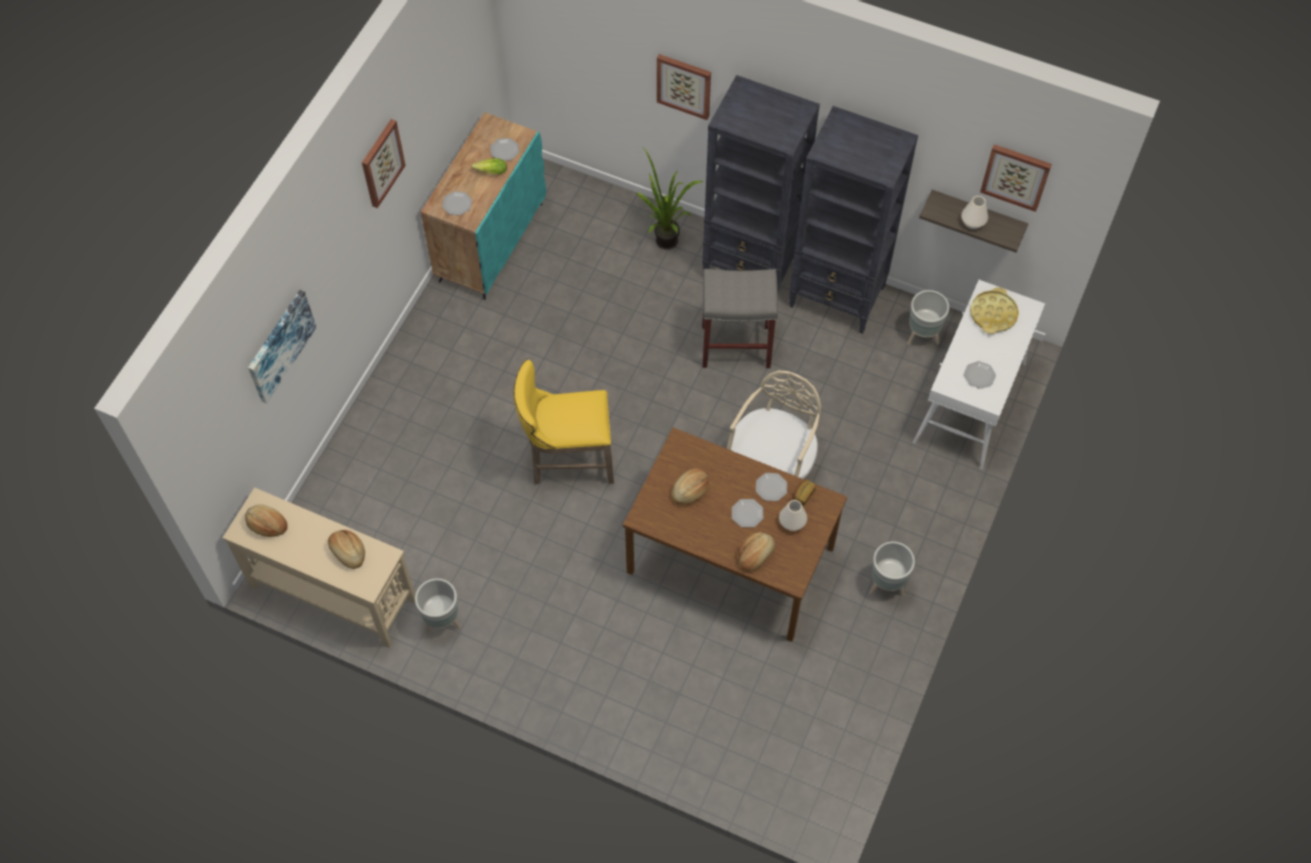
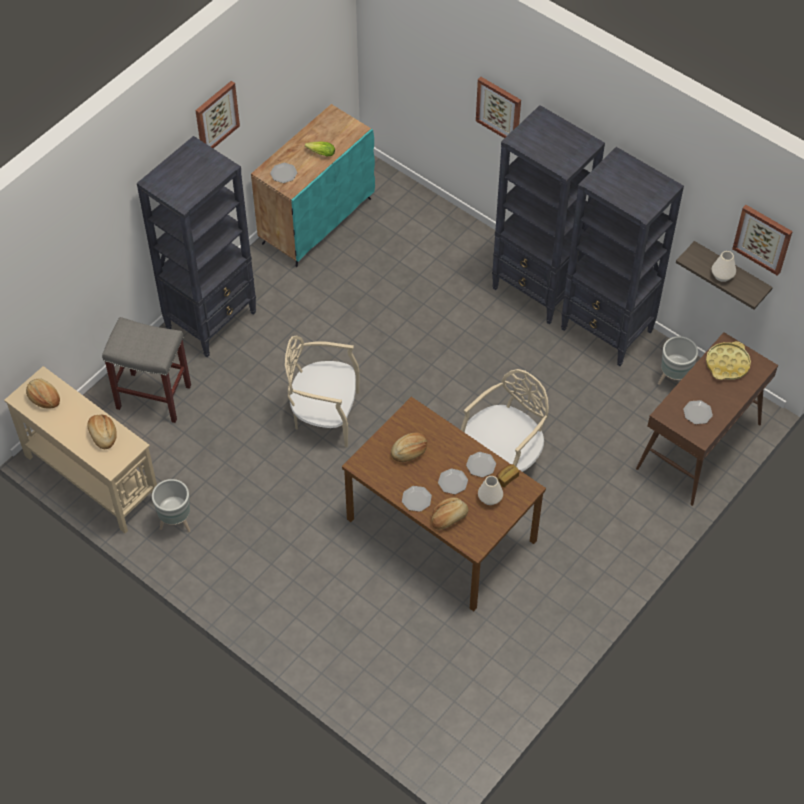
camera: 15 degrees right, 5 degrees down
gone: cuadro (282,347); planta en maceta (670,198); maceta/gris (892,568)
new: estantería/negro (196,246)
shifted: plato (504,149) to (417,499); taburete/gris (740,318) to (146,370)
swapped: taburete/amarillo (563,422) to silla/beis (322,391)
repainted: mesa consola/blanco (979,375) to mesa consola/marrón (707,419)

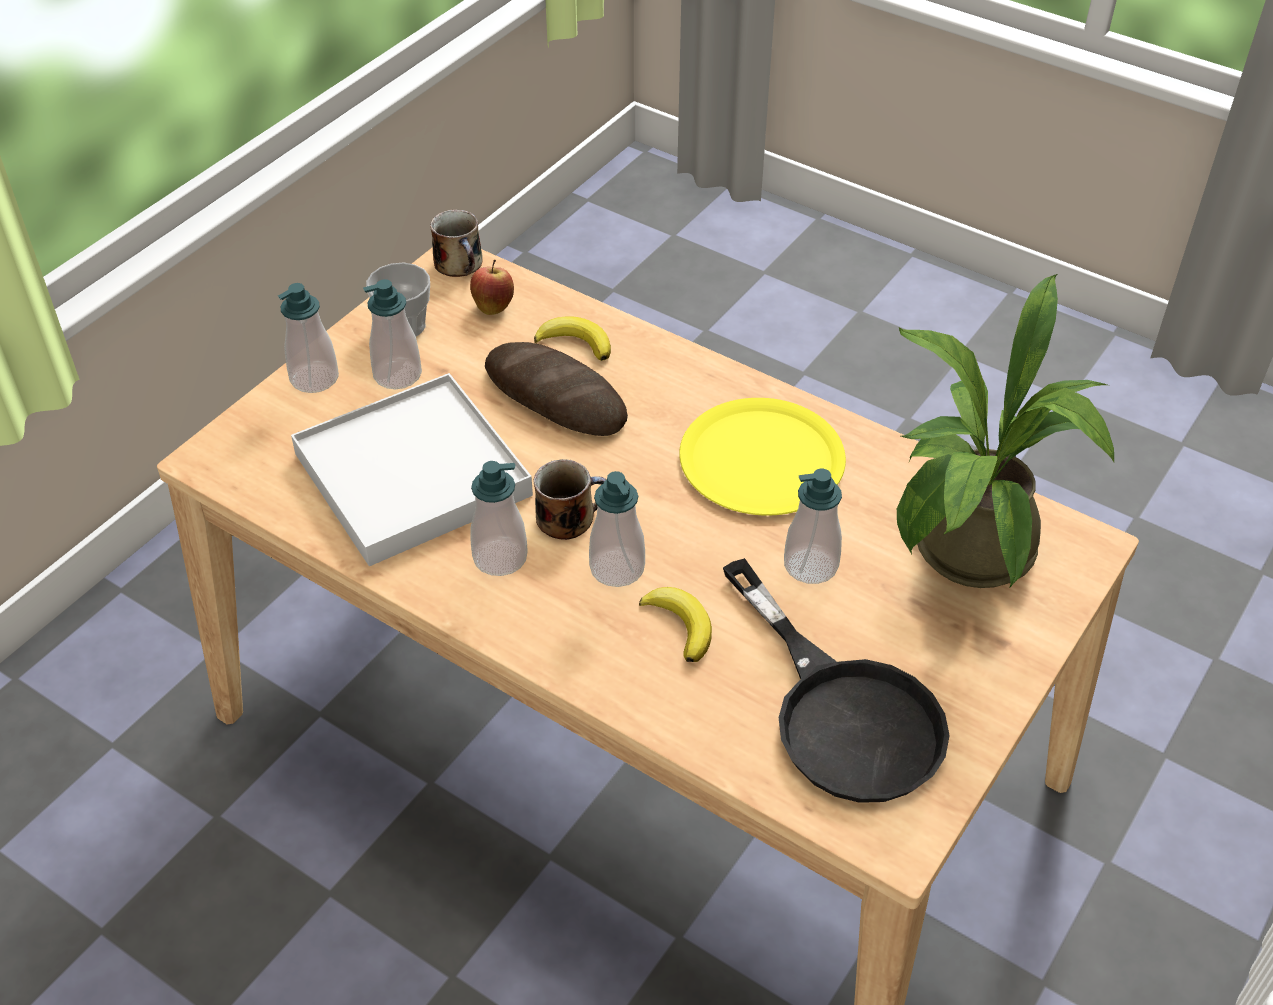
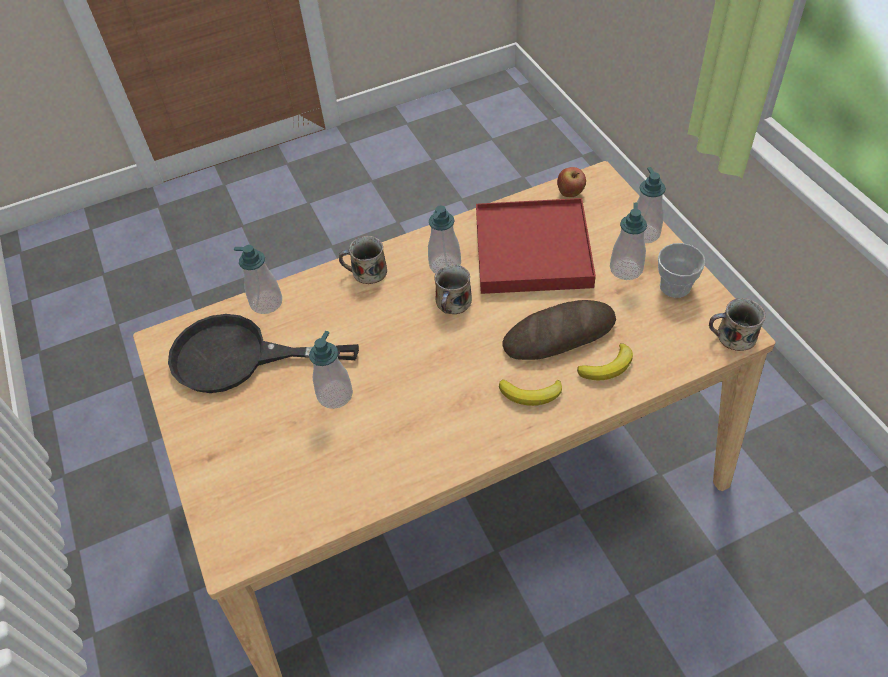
camera: 125 degrees right, 5 degrees up
gone: plato/amarillo (762,457); planta en maceta (1005,431)
new: taza grande (363,260)
shifted: manzana (492,287) to (571,182); dispensador de jabón (617,529) to (258,279); plátano (675,624) to (530,393)
repainted: bandeja/blanco (412,469) to bandeja/rojo (536,246)

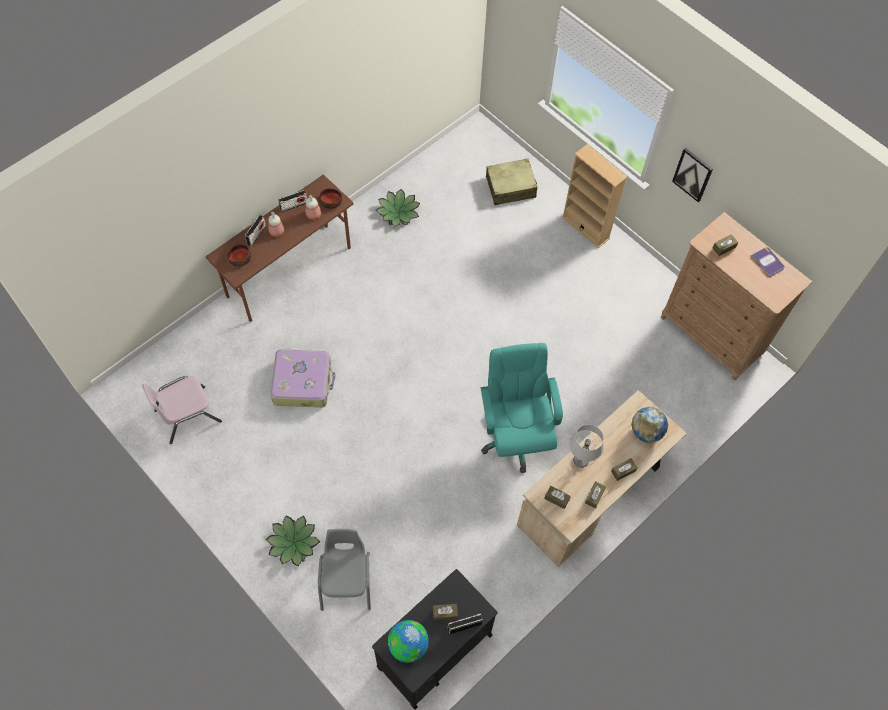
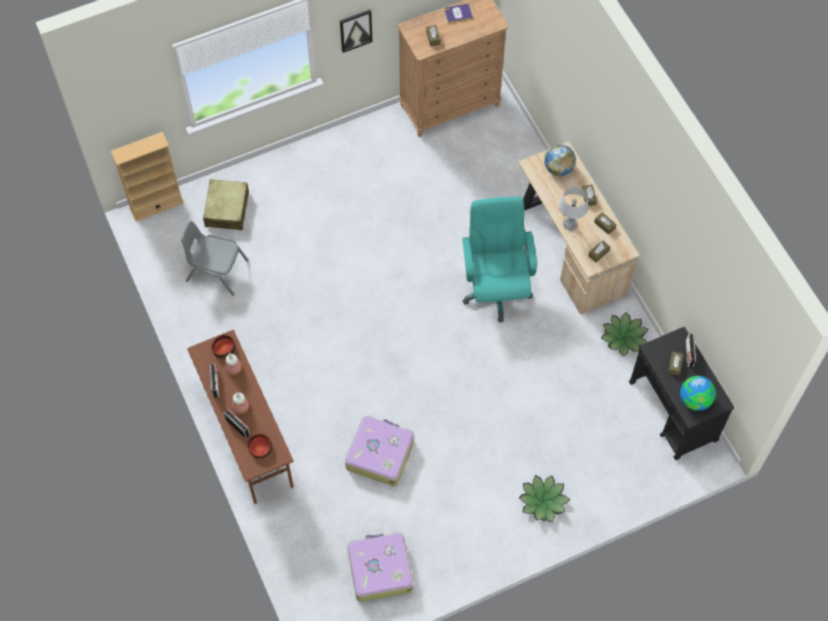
camera: 70 degrees left, 0 degrees up
shifted: silla/gris (344,570) to (214,258); planta en maceta (398,208) to (624,334); estantería/beis (595,196) to (147,177)
swapped: silla/rosa (182,410) to maleta (380,567)
rotated: silla de oficina/turquesa (521,408) = (499,259) 75 degrees clockwise

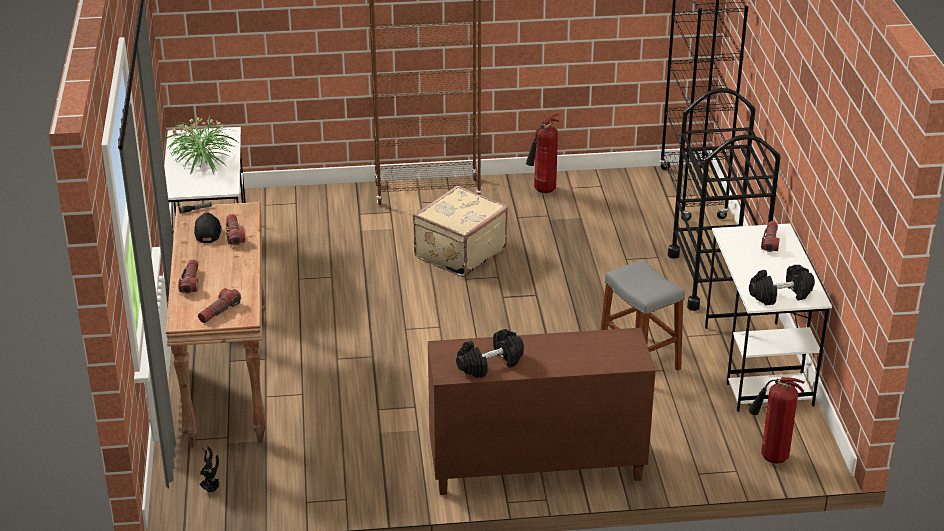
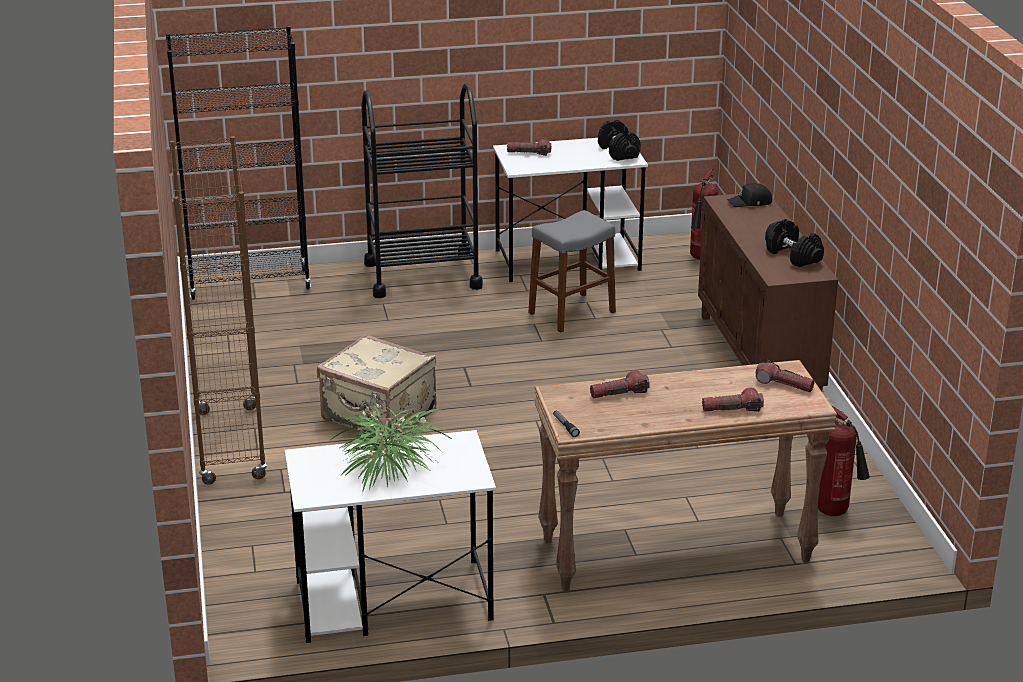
camera: 95 degrees left, 5 degrees down
gone: planta en maceta (209,470)
shifted: gorra/negro (207,227) to (749,195); extintor (542,153) to (844,461)

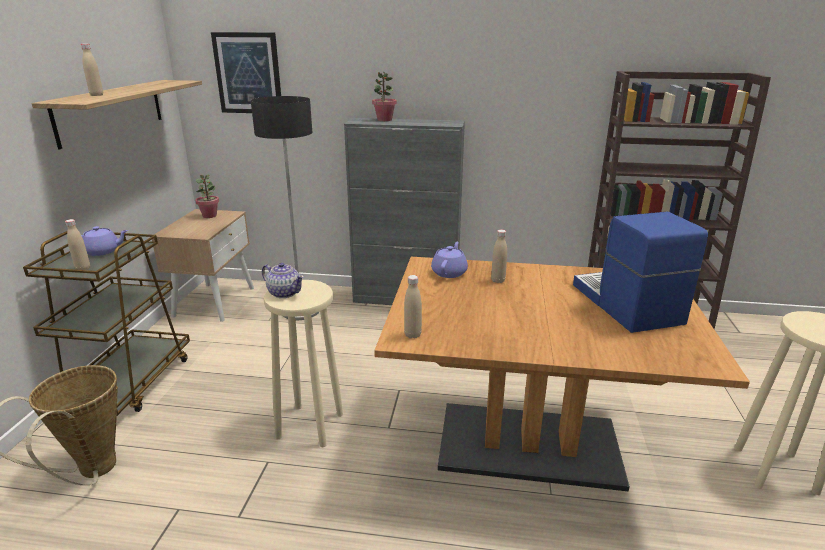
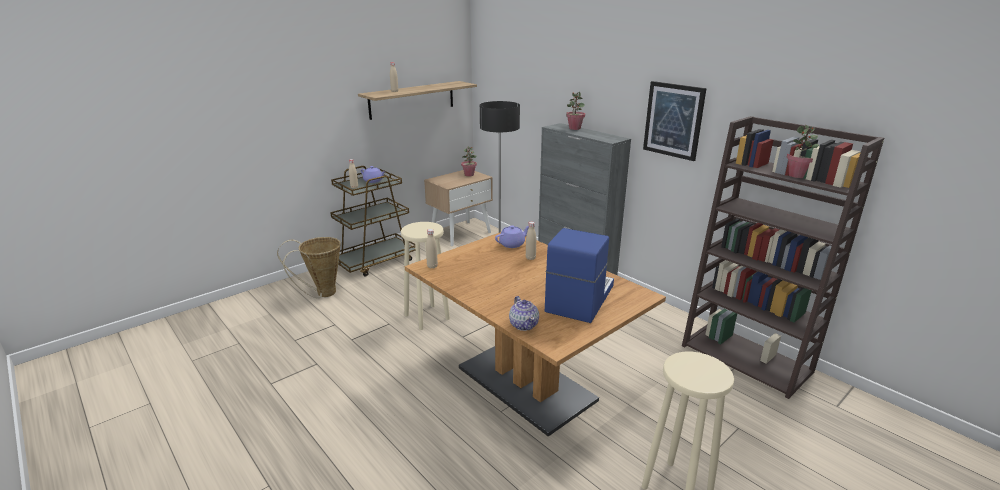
camera: 40 degrees right, 0 degrees up
new: planta en maceta (802,151)
shifted: cuadro (246,72) to (675,121); tetera (283,280) to (524,313)

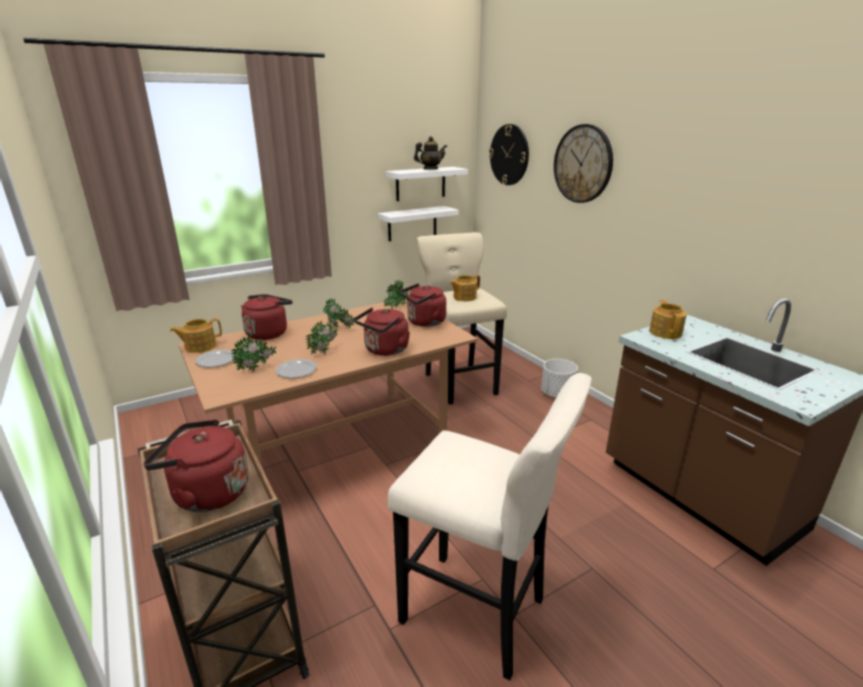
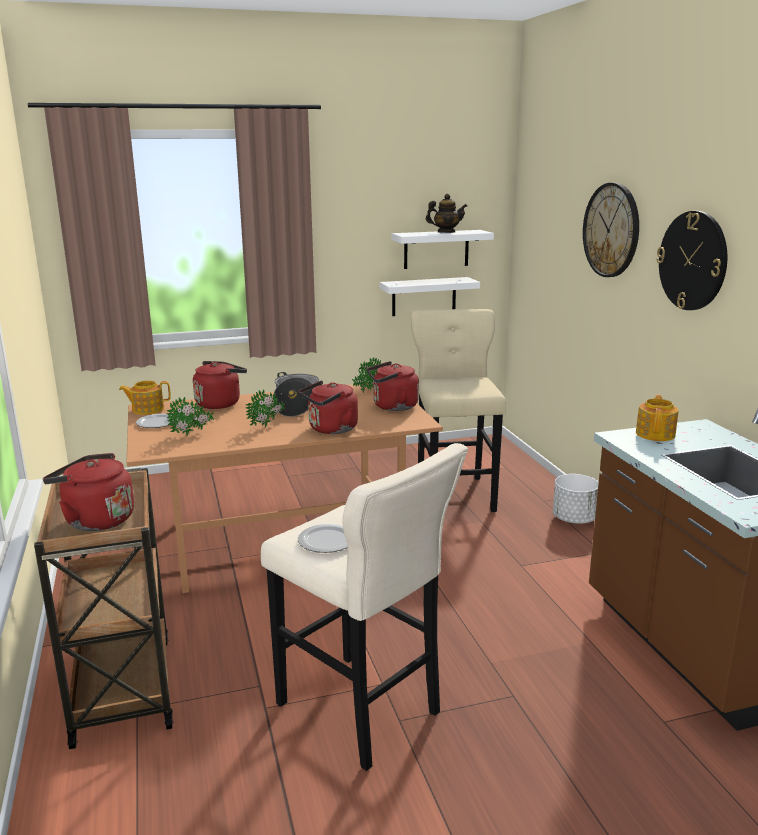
camera: 15 degrees right, 5 degrees down
gone: tetera (465,288)
shifted: plato (296,368) to (322,538); reloj de pared (509,154) to (692,260)
swapped: planta en maceta (339,313) to olla (295,394)

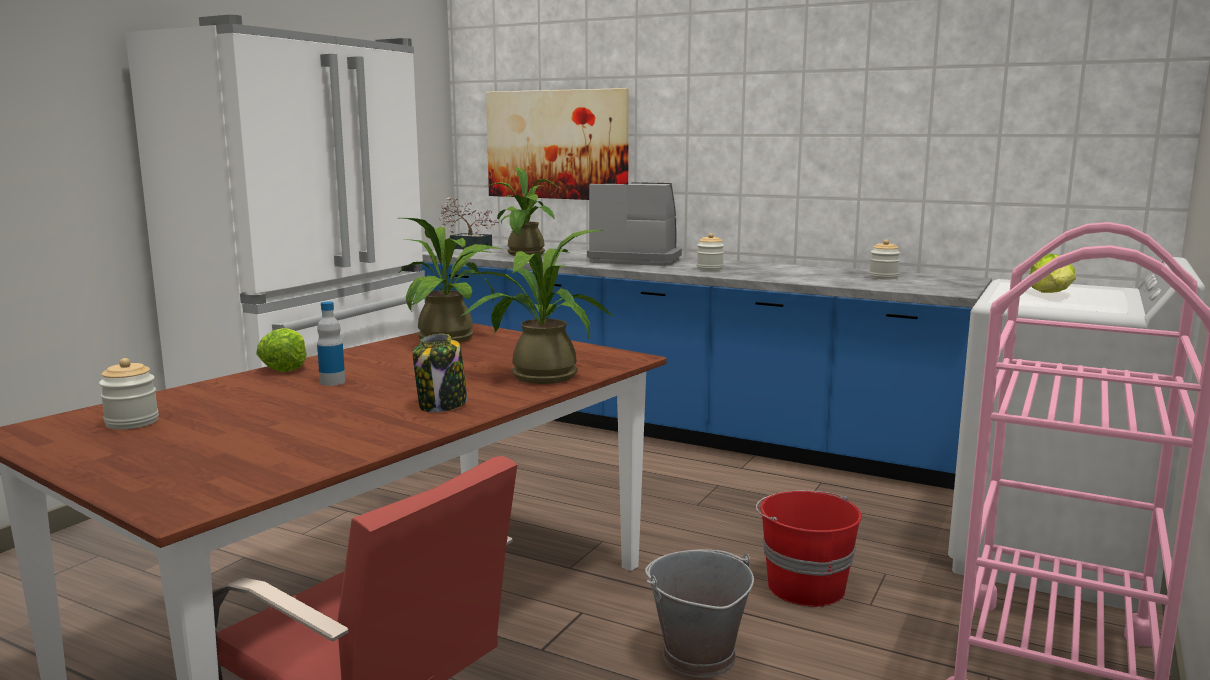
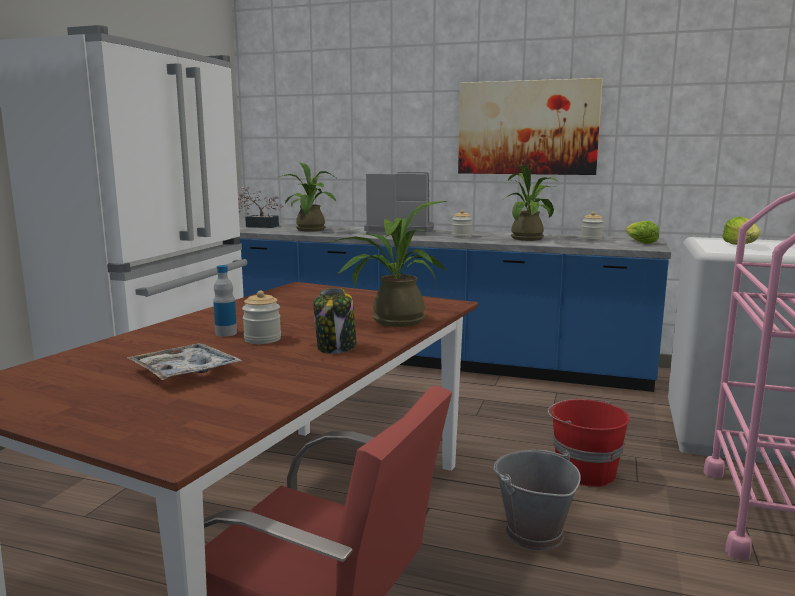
camera: 10 degrees left, 0 degrees up
new: bandeja (184,361)
shifted: tarro (129,393) to (261,317); lechuga (281,350) to (642,232); planta en maceta (450,280) to (530,203); cuadro (557,144) to (530,126)

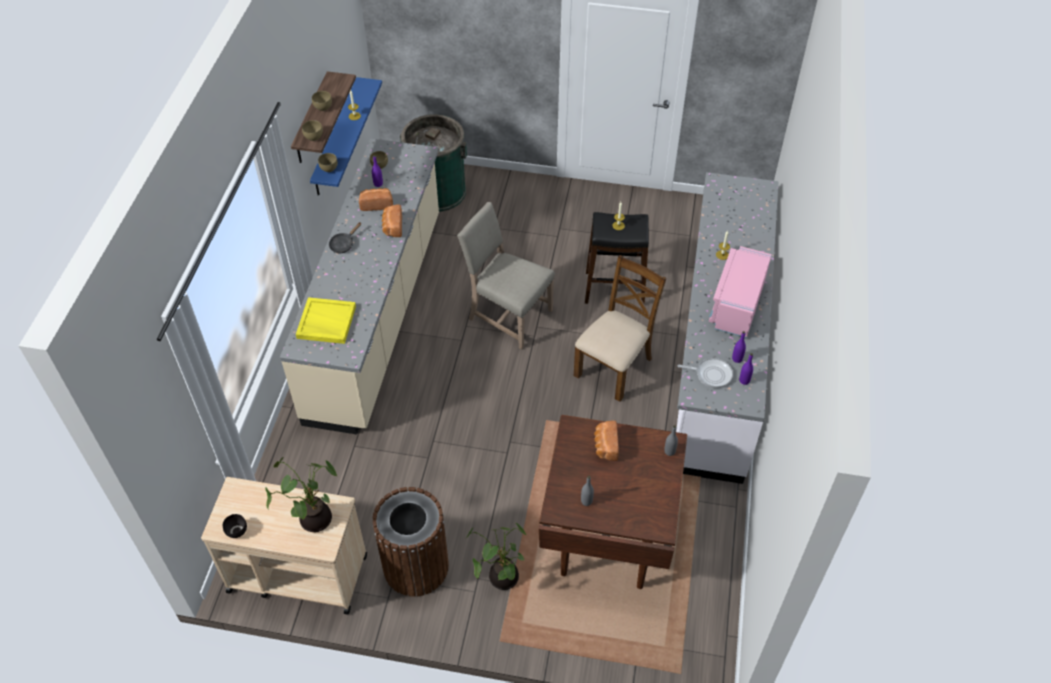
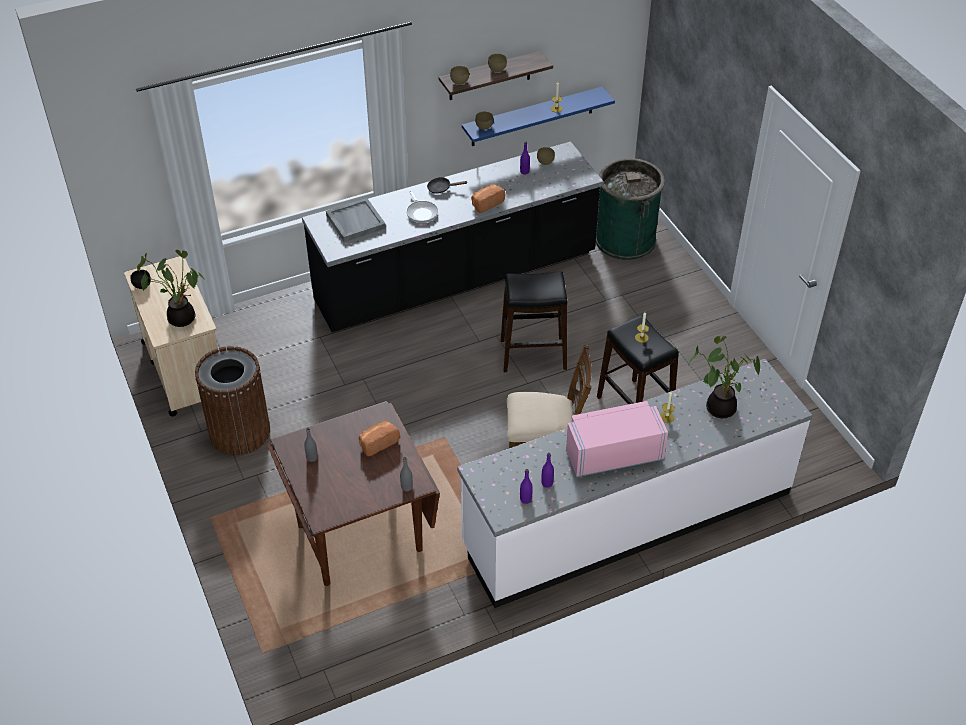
camera: 55 degrees right, 5 degrees down
gone: pan (376,199)
shifted: planta en maceta (496,556) to (724,377); sartén (705,373) to (422,206)
swapped: silla/beis (506,275) to taburete/negro (534,321)
repainted: mueble bajo de cocina/beis (359,286) to mueble bajo de cocina/negro (453,236); bandeja/amarillo (326,320) to bandeja/gris (356,220)

